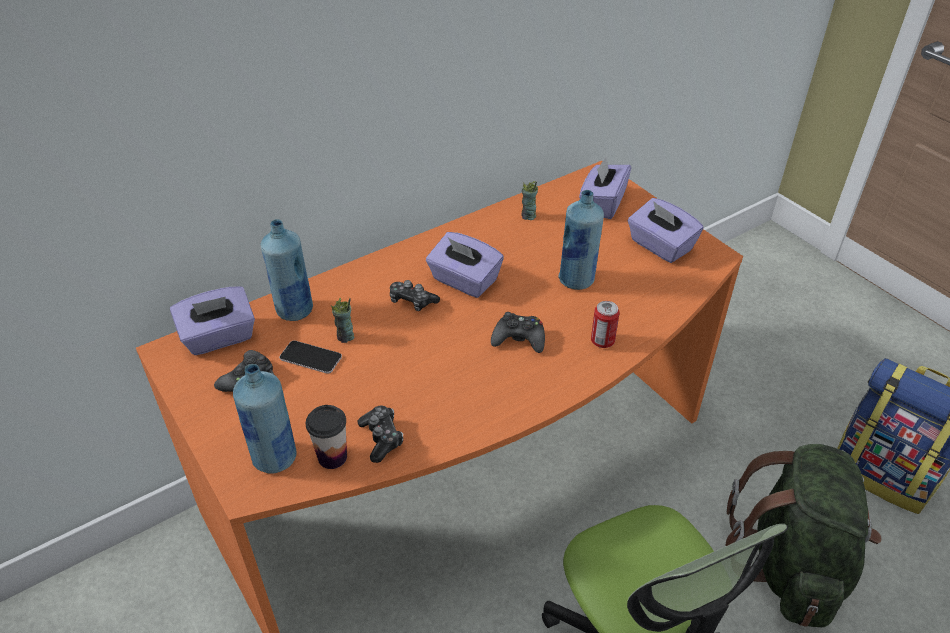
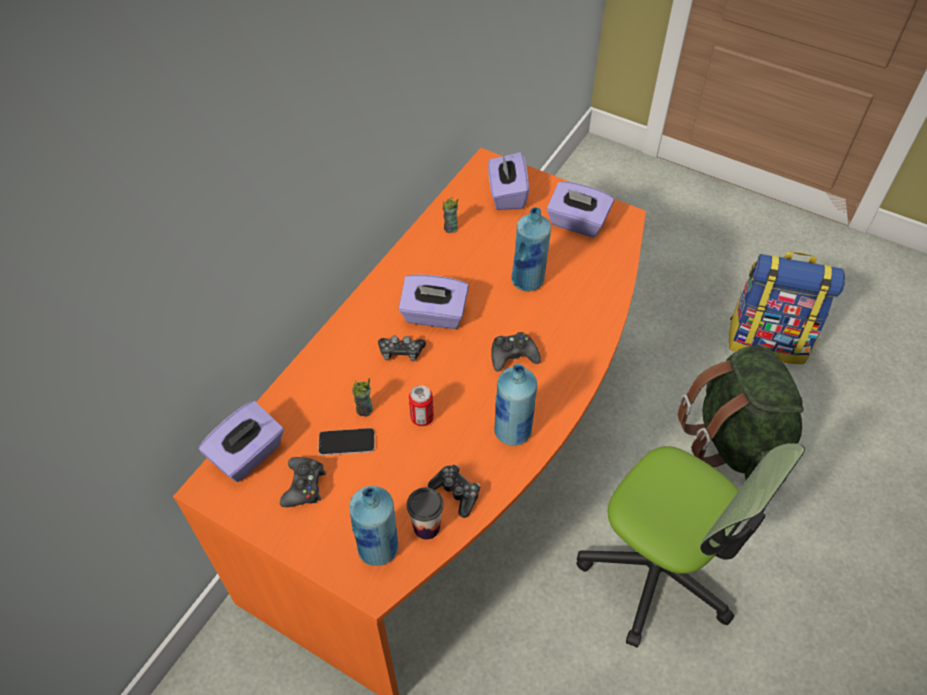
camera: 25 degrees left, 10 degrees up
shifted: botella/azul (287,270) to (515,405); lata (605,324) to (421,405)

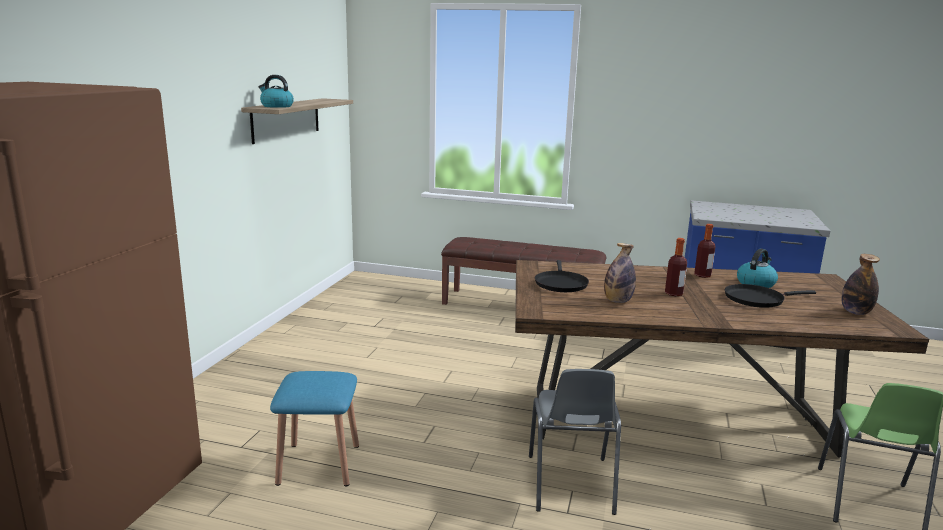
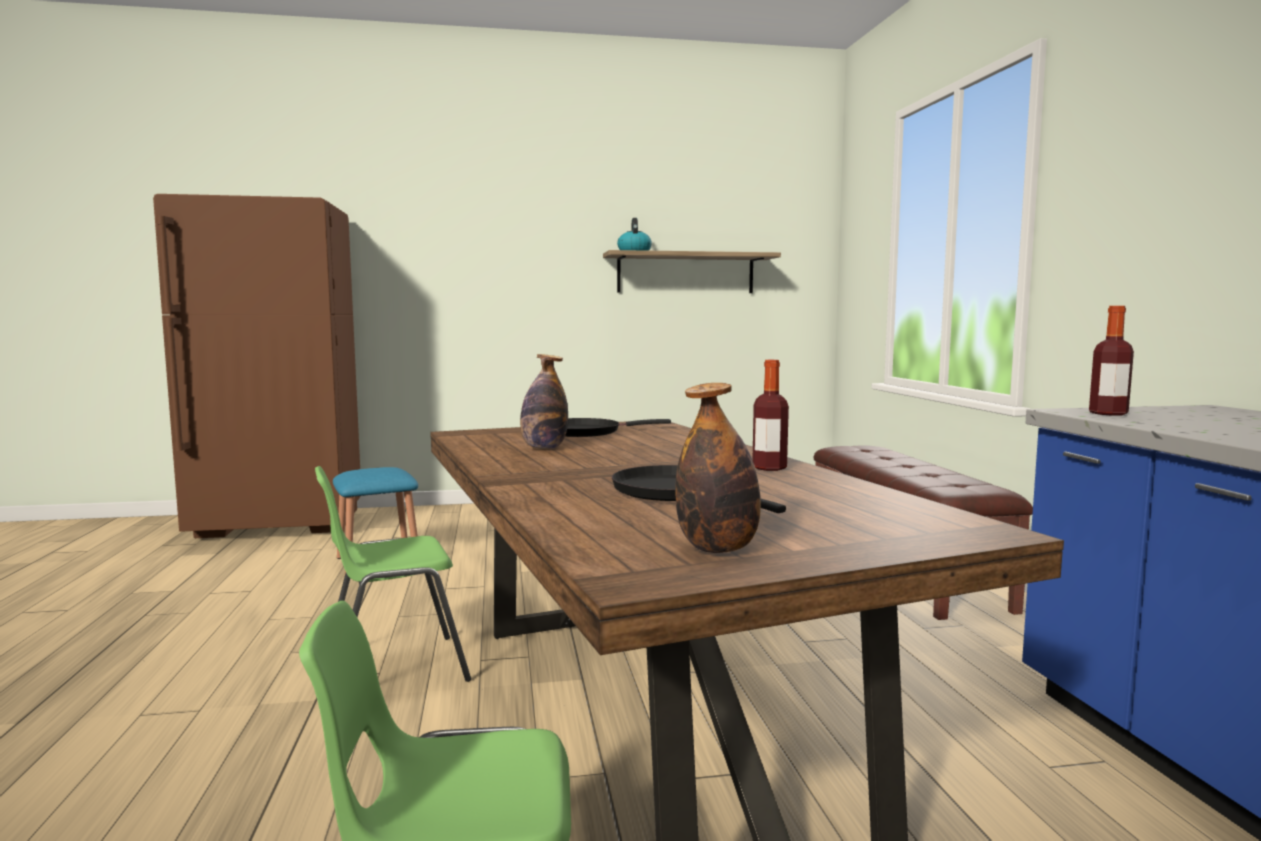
camera: 65 degrees right, 10 degrees down
gone: hervidor (757,268)
shifted: botella (676,267) to (1111,361)
repainted: silla/gris (575,442) to silla/verde (393,574)

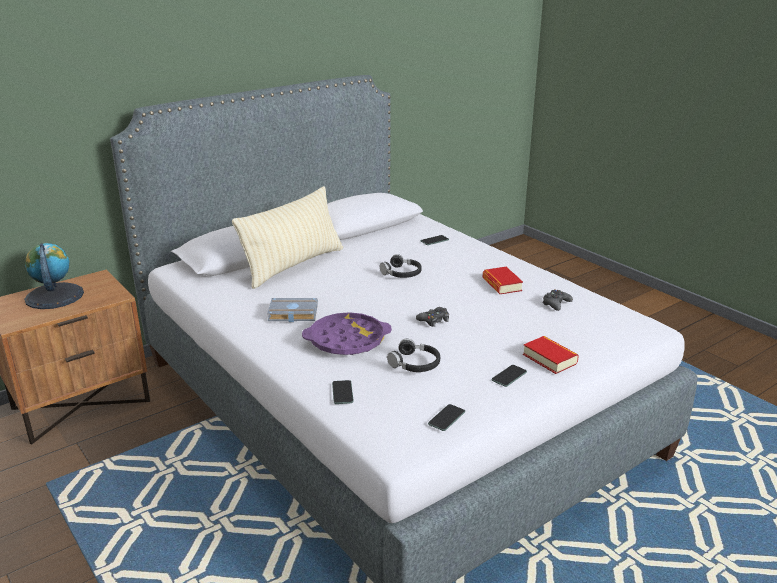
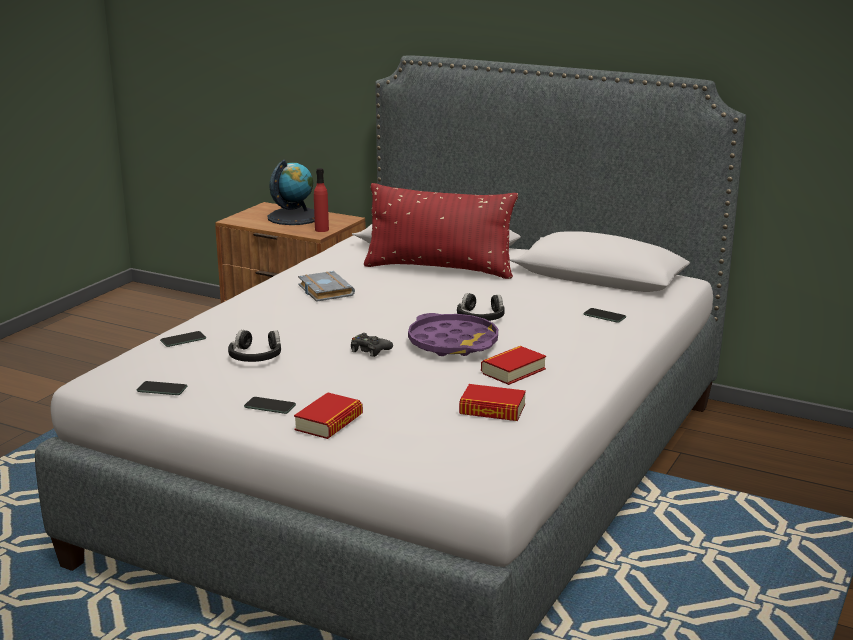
camera: 65 degrees right, 5 degrees down
new: botella/rojo (321,200)
shifted: bandeja/morado (347,333) to (453,334)
swapped: mando de consola/negro (558,300) to libro (492,402)
repainted: cojín/beis (287,237) to cojín/rojo (441,231)

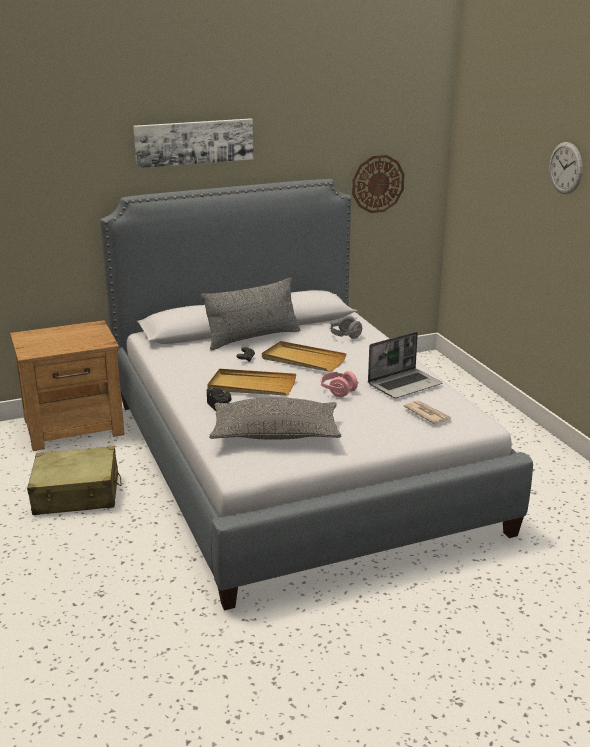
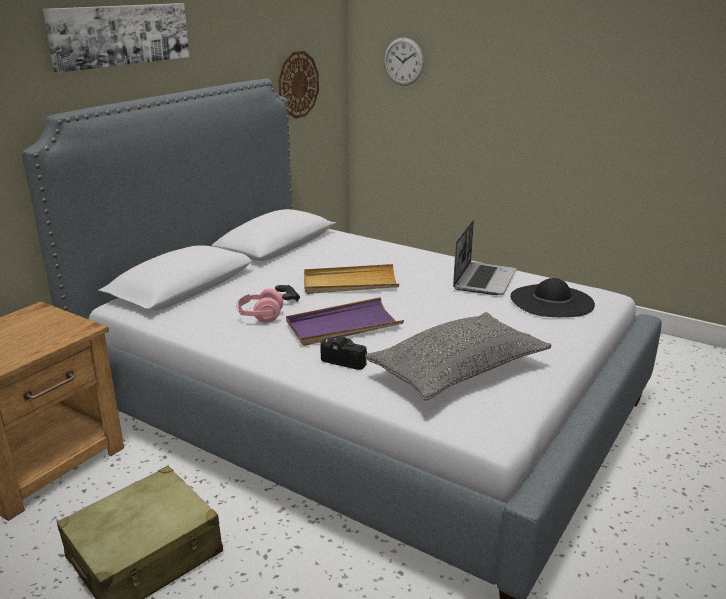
camera: 35 degrees left, 0 degrees up
gone: cojín/gris (250,314); auriculares/gris (345,327)
shifted: auriculares/rosa (339,384) to (259,305); reloj de pared (566,168) to (404,61)
swapped: periódico (428,412) to sombrero/negro (552,297)
repainted: bandeja/beis (251,382) to bandeja/morado (345,321)

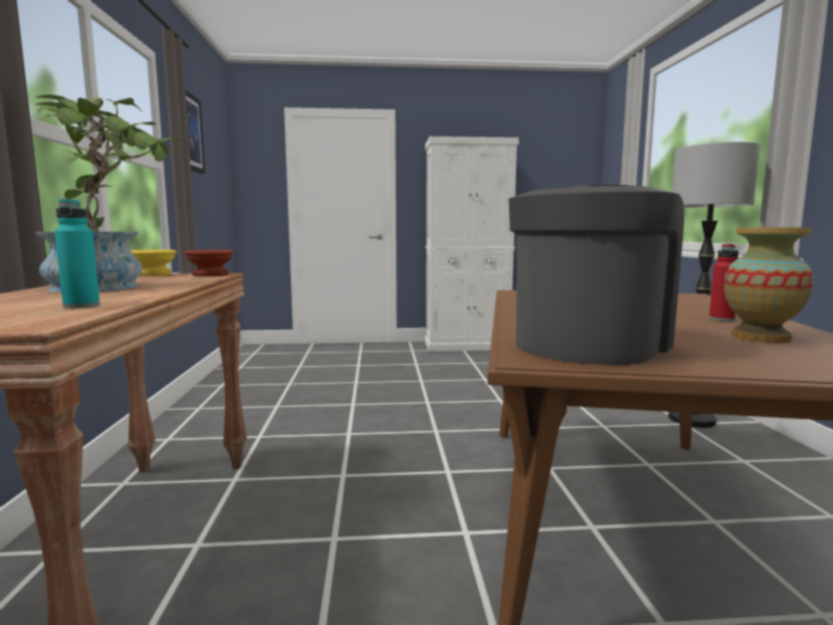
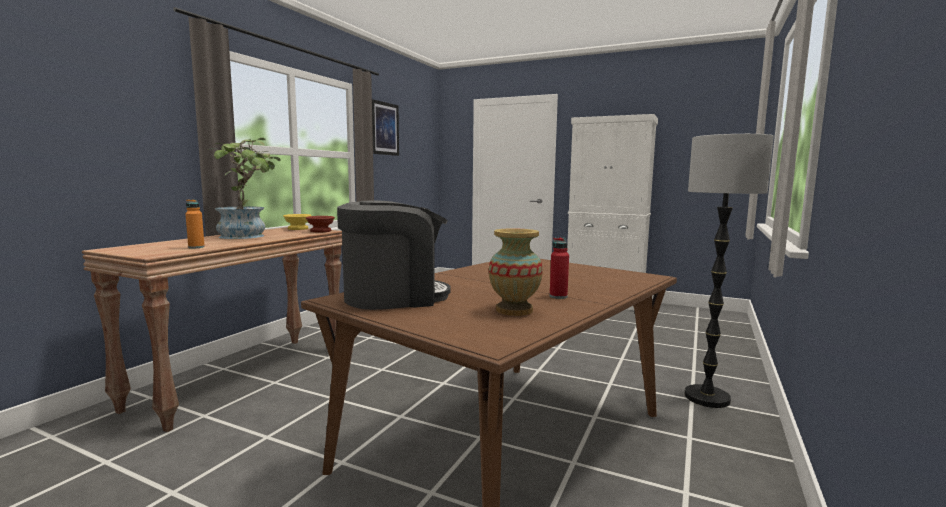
camera: 30 degrees right, 0 degrees up
repainted: botella/turquesa (77,253) to botella/naranja (195,223)

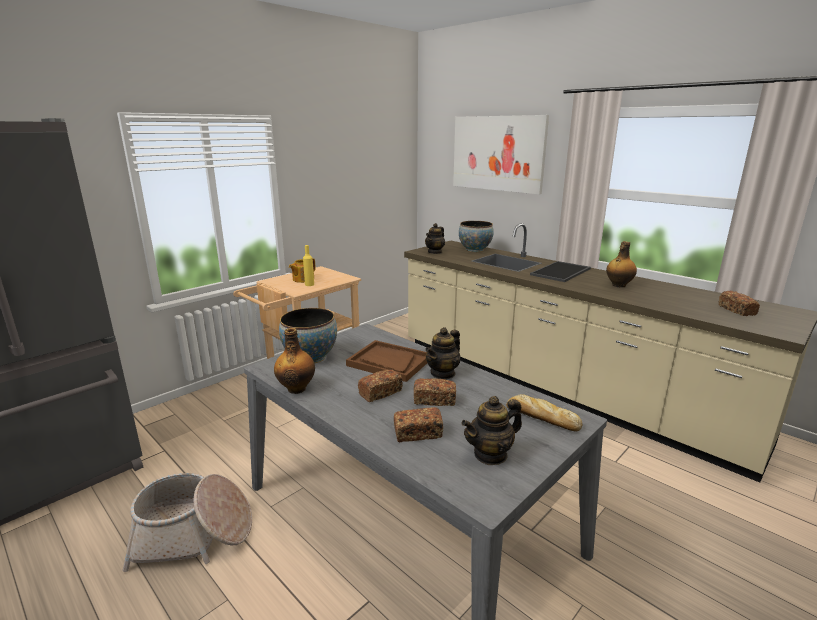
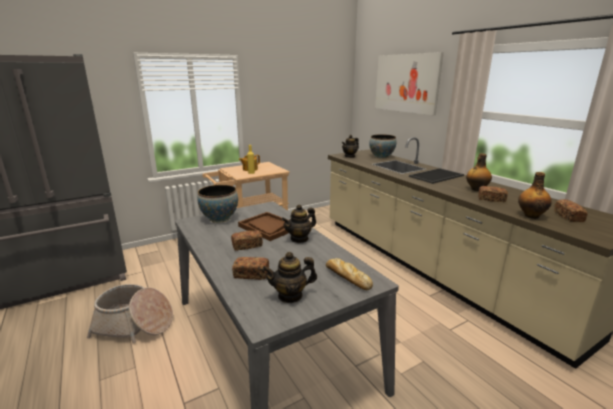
camera: 15 degrees right, 0 degrees up
shifted: botella (294,361) to (535,195); pan (435,392) to (493,194)

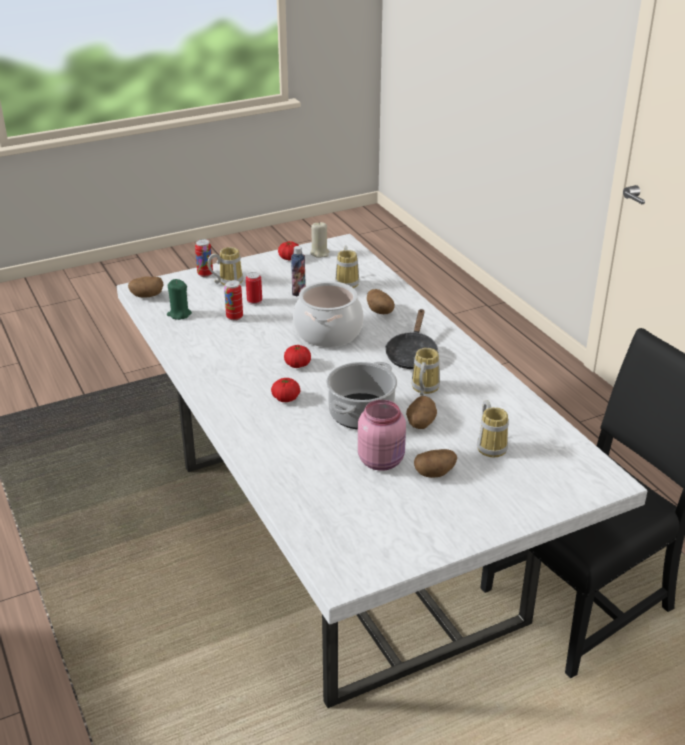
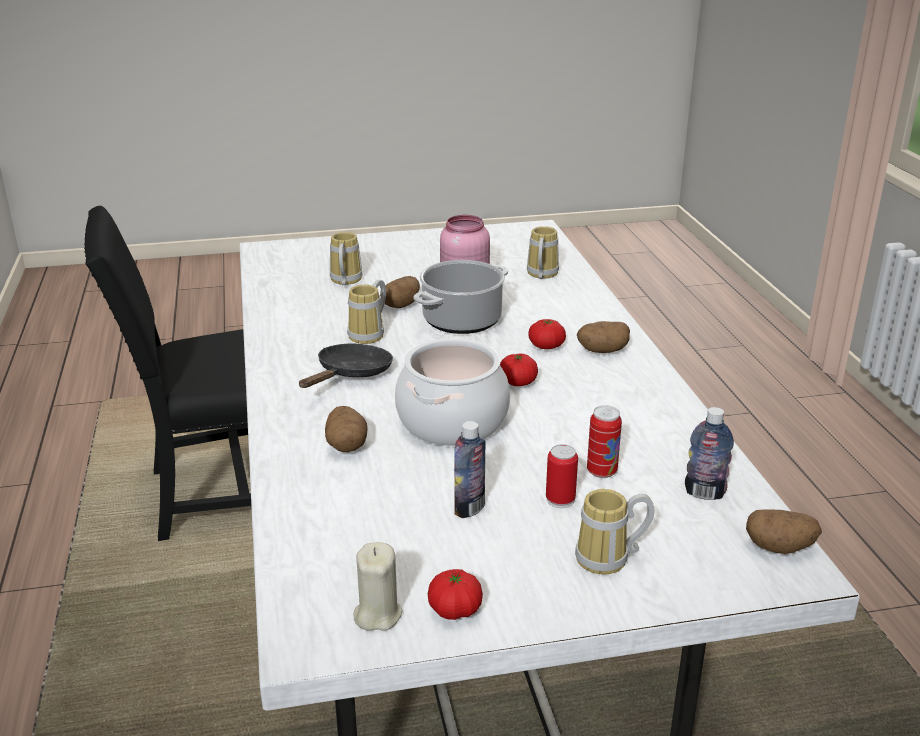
camera: 165 degrees left, 5 degrees down
gone: lata (204,258)
shifted: taza grande (347,266) to (543,252); patata (435,463) to (603,337)
swapped: vela/verde (179,299) to botella (709,453)

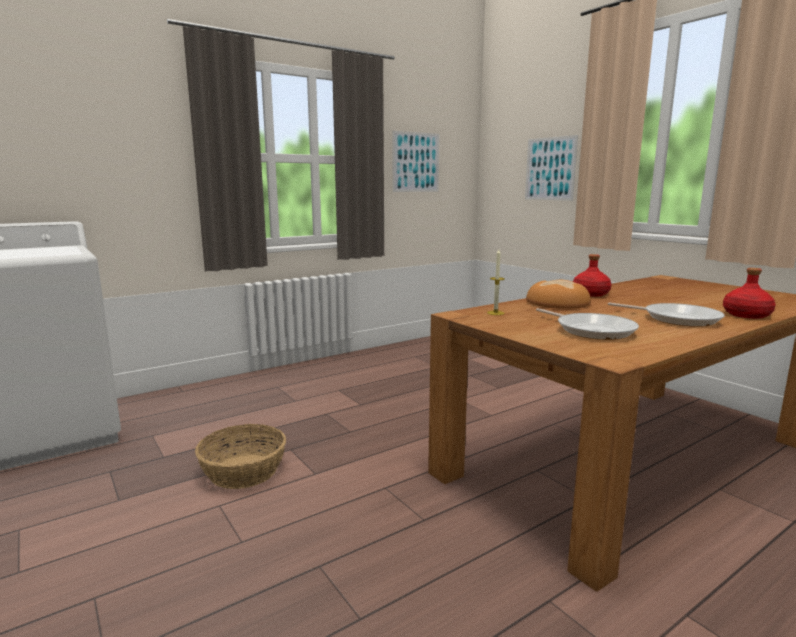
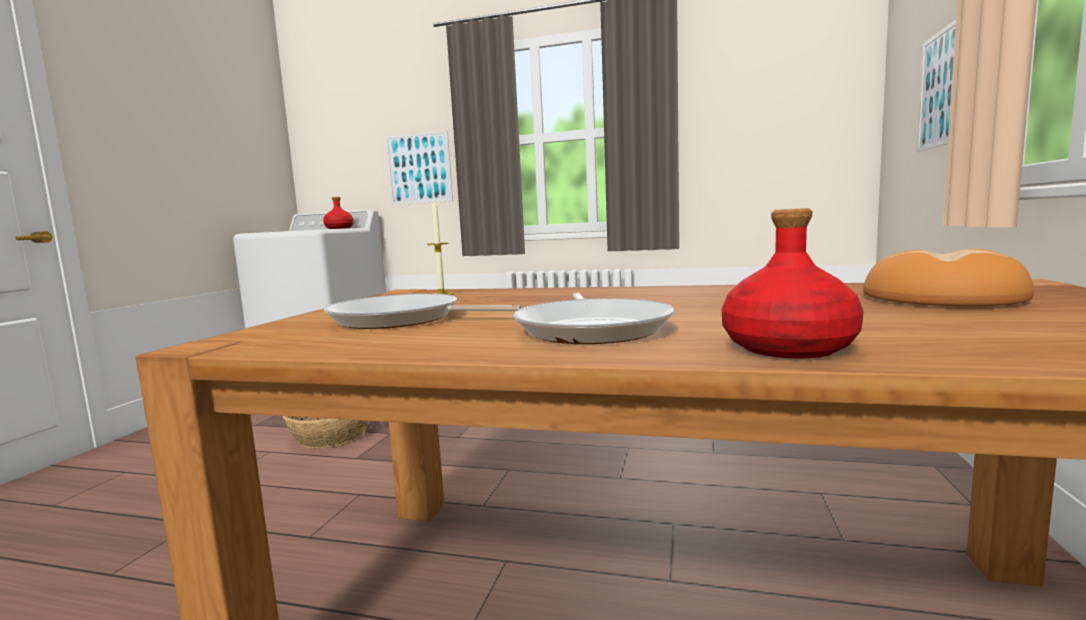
camera: 50 degrees right, 5 degrees down
shifted: cuadro (416,161) to (419,167); pan (558,294) to (948,277); botella/rojo (592,275) to (338,213)
rotated: sartén (587,324) = (423,311) 90 degrees clockwise

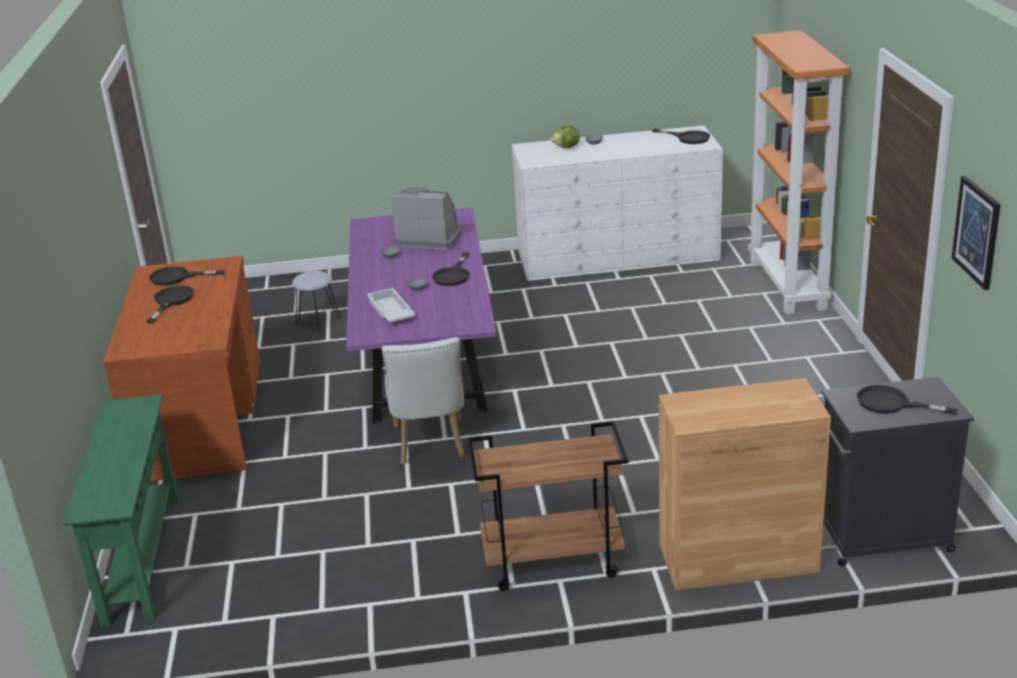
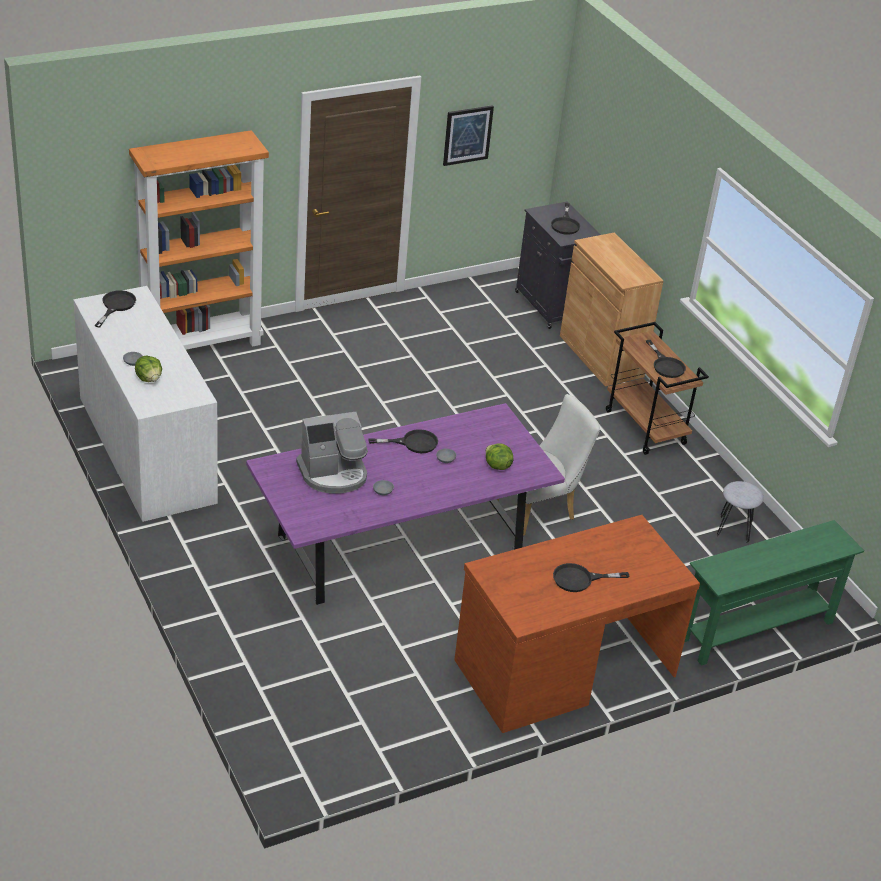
camera: 115 degrees left, 10 degrees up
shifted: sartén/negro (187,276) to (666,359); taburete/gris (316,301) to (740,512)
swapped: bandeja/blanco (391,305) to lechuga (499,456)
rotated: cafetera (426,218) = (332,452) 105 degrees counterclockwise

